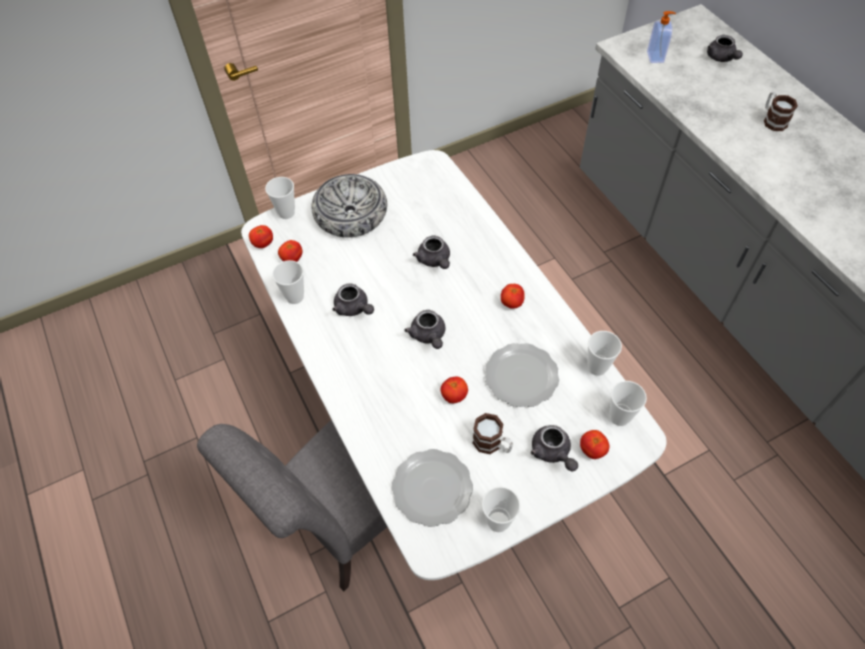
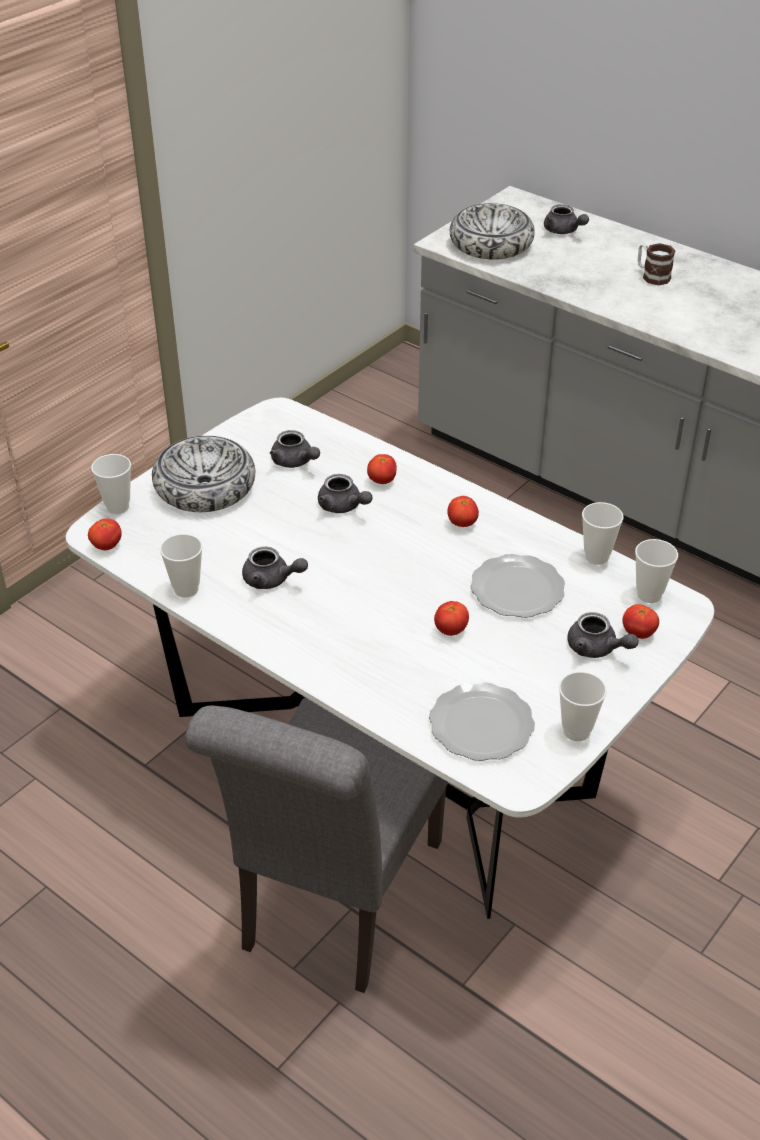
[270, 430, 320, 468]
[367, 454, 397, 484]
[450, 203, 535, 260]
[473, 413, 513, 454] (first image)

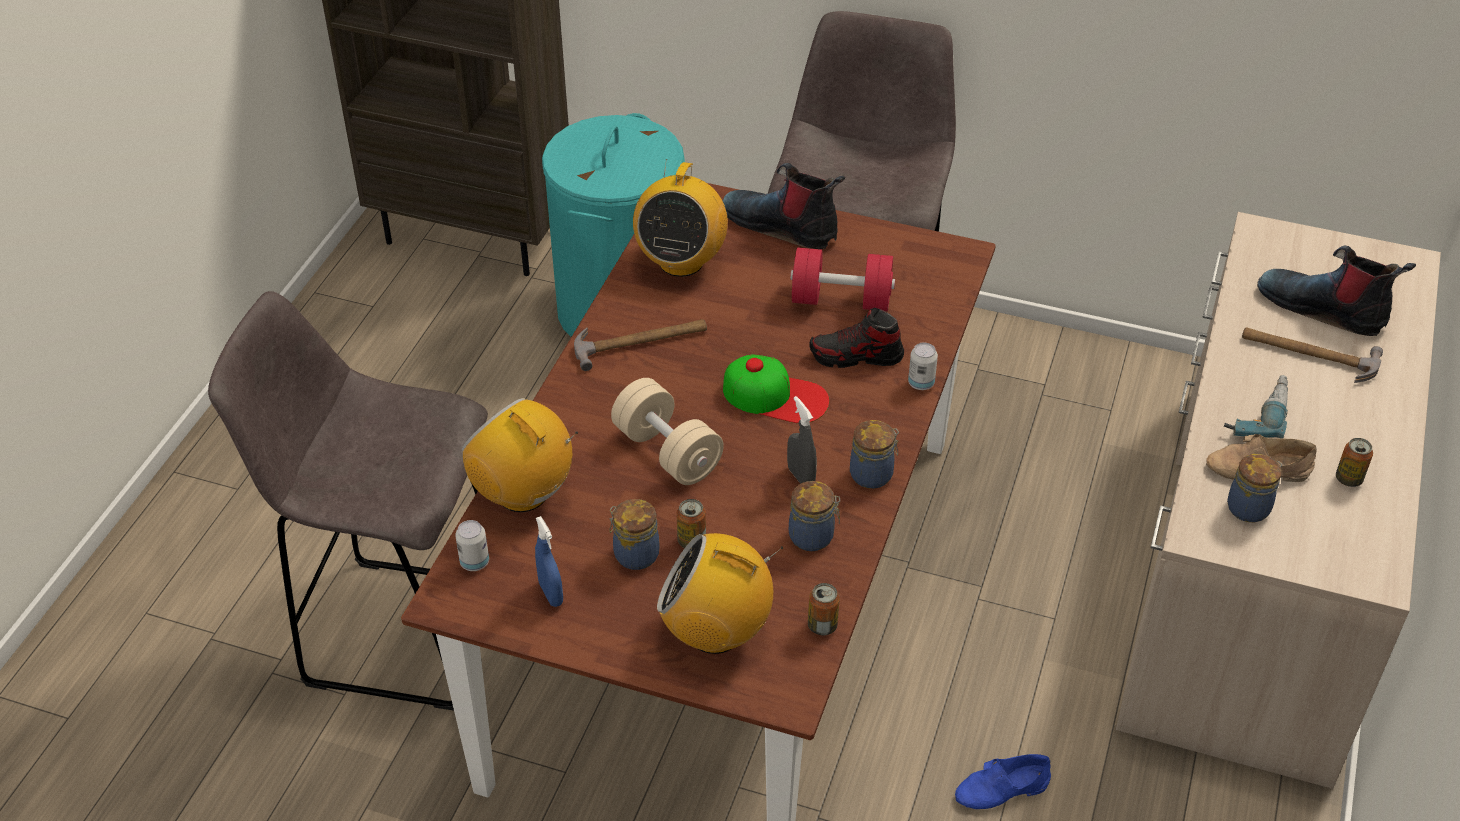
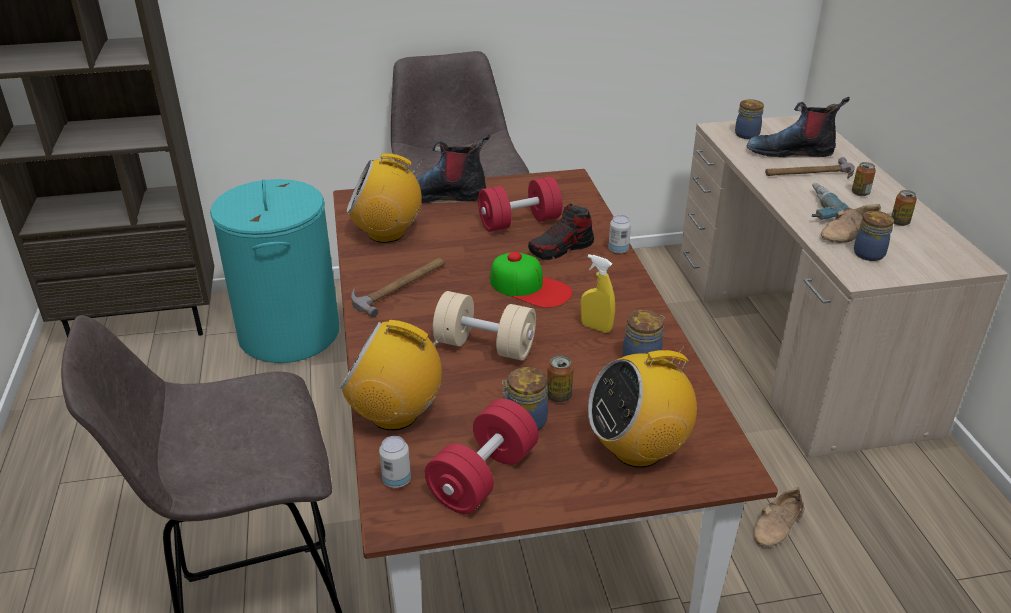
[347, 153, 423, 243]
[425, 399, 538, 514]
[490, 252, 572, 308]
[581, 254, 615, 333]
[735, 99, 764, 139]
[754, 487, 805, 547]
[852, 162, 876, 196]

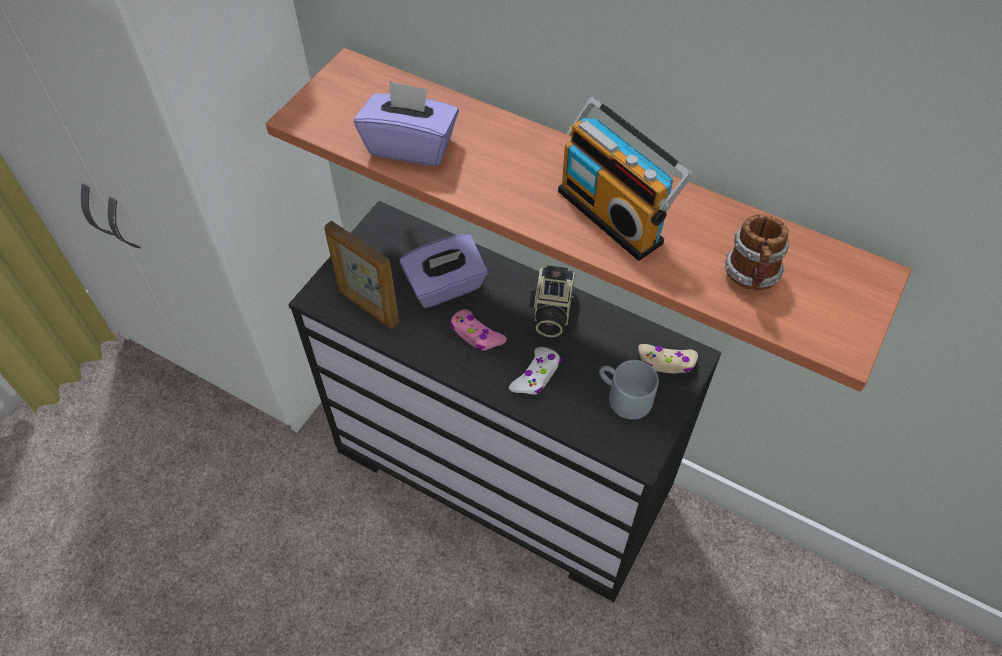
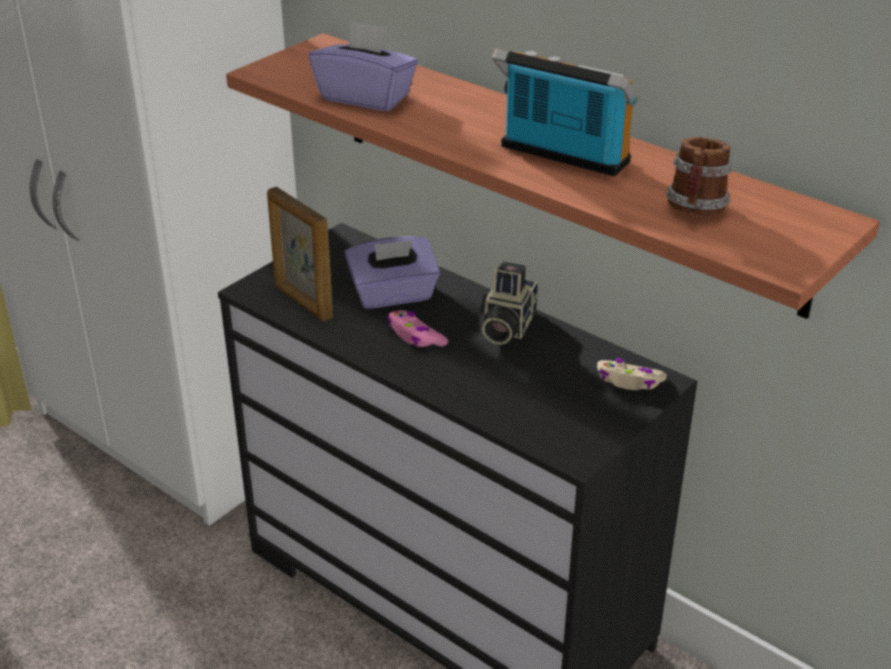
[492, 49, 638, 177]
[509, 347, 561, 395] (first image)
[599, 360, 659, 420] (first image)

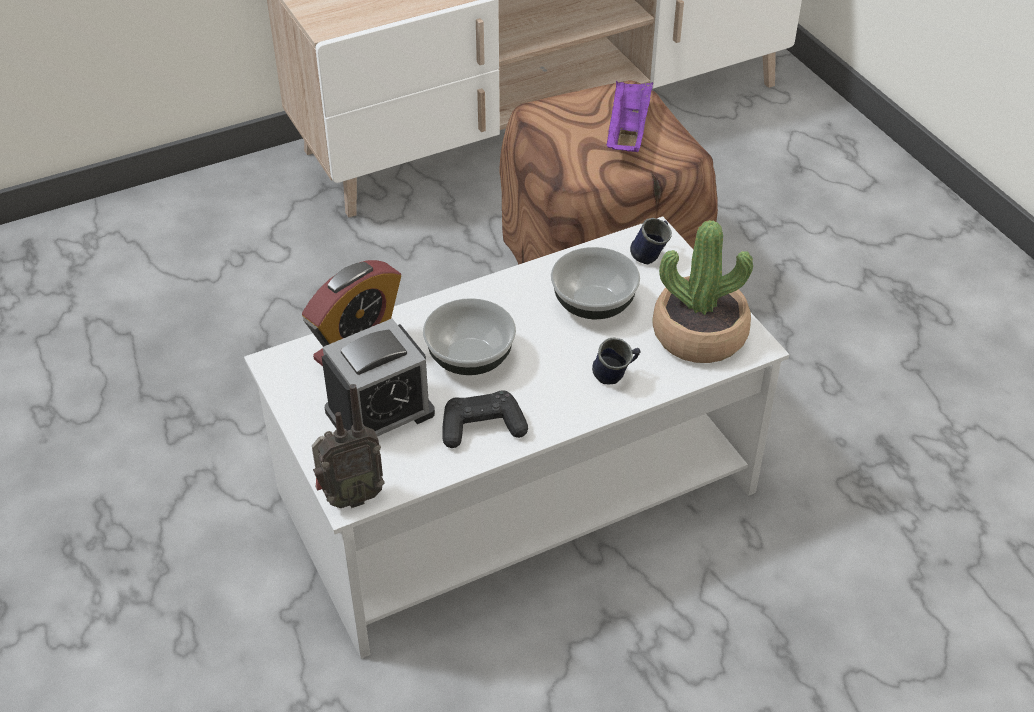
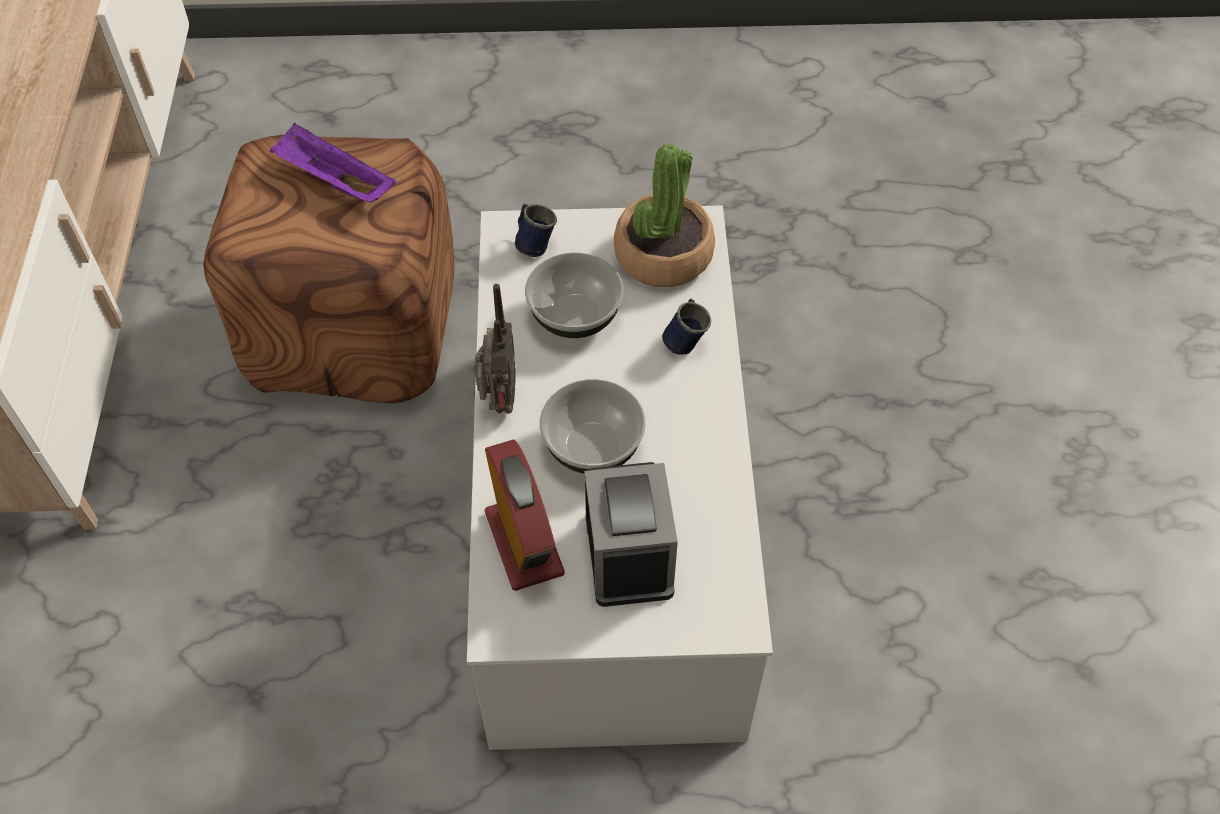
[474, 284, 516, 414]
[442, 390, 528, 448] (first image)

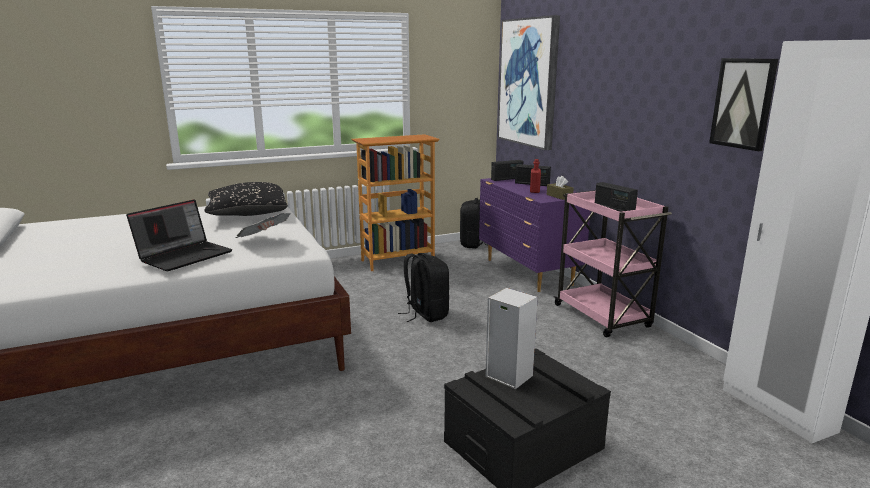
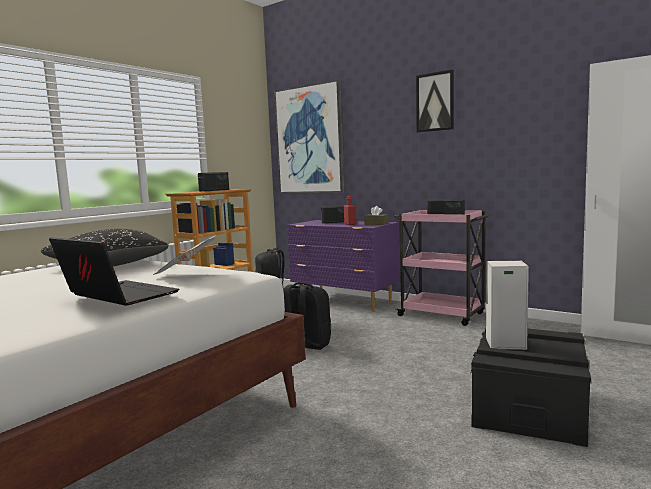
[49, 237, 179, 306]
[198, 172, 229, 192]
[416, 70, 454, 133]

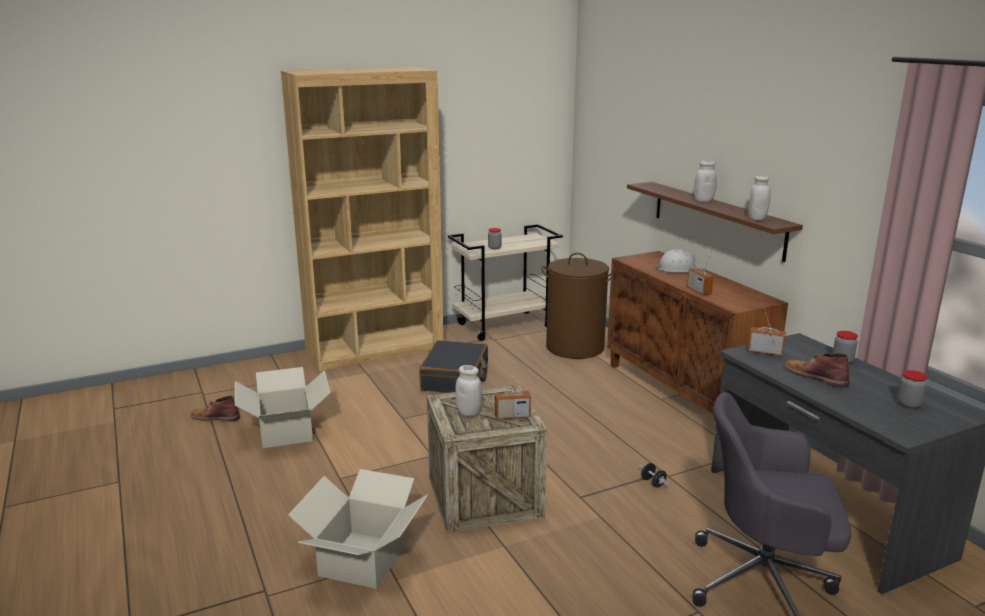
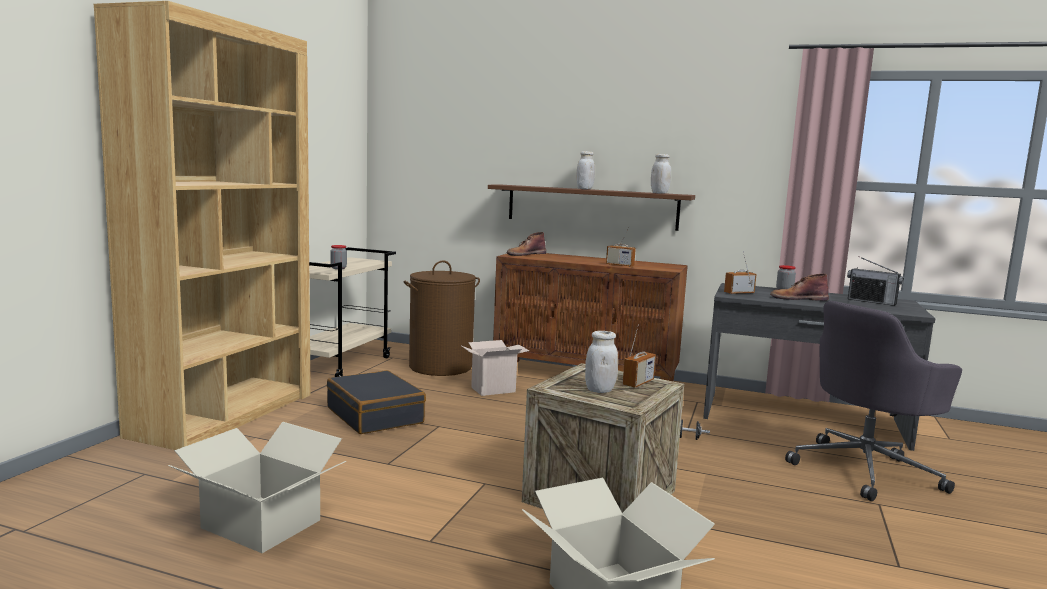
[462, 340, 529, 396]
[507, 232, 546, 256]
[847, 257, 904, 306]
[656, 249, 703, 273] (first image)

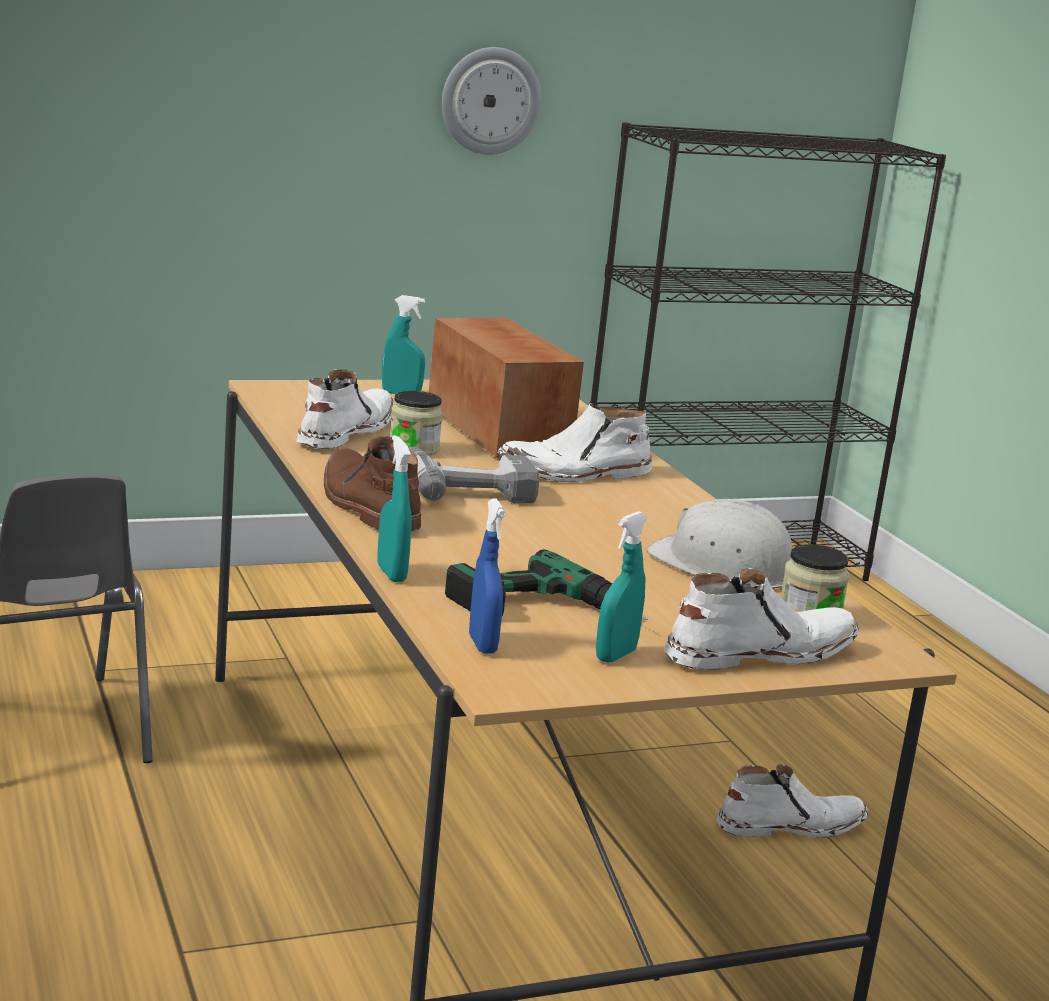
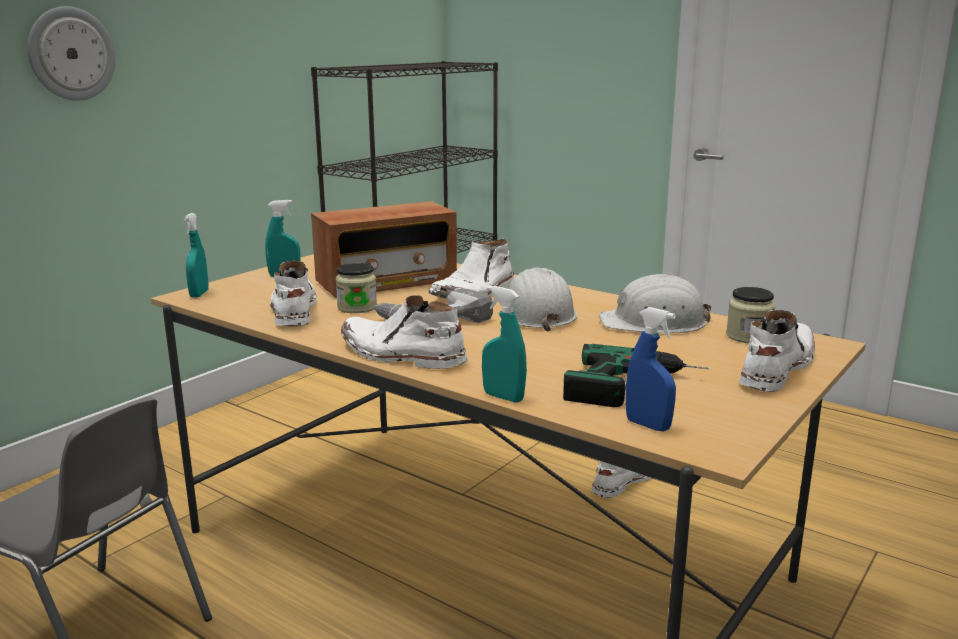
[27, 6, 116, 101]
[184, 213, 209, 298]
[311, 201, 457, 298]
[341, 295, 467, 369]
[508, 267, 577, 331]

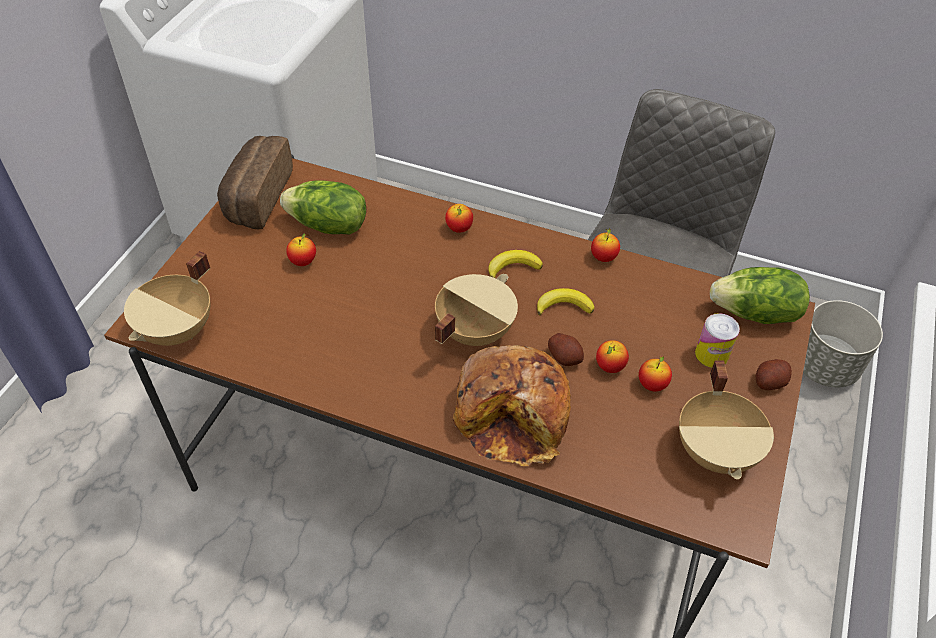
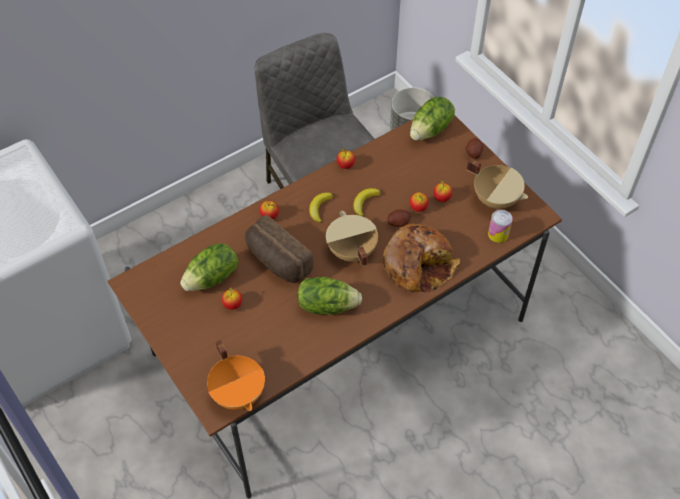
[207, 340, 265, 411]
[245, 215, 314, 283]
[297, 277, 362, 315]
[488, 210, 513, 243]

